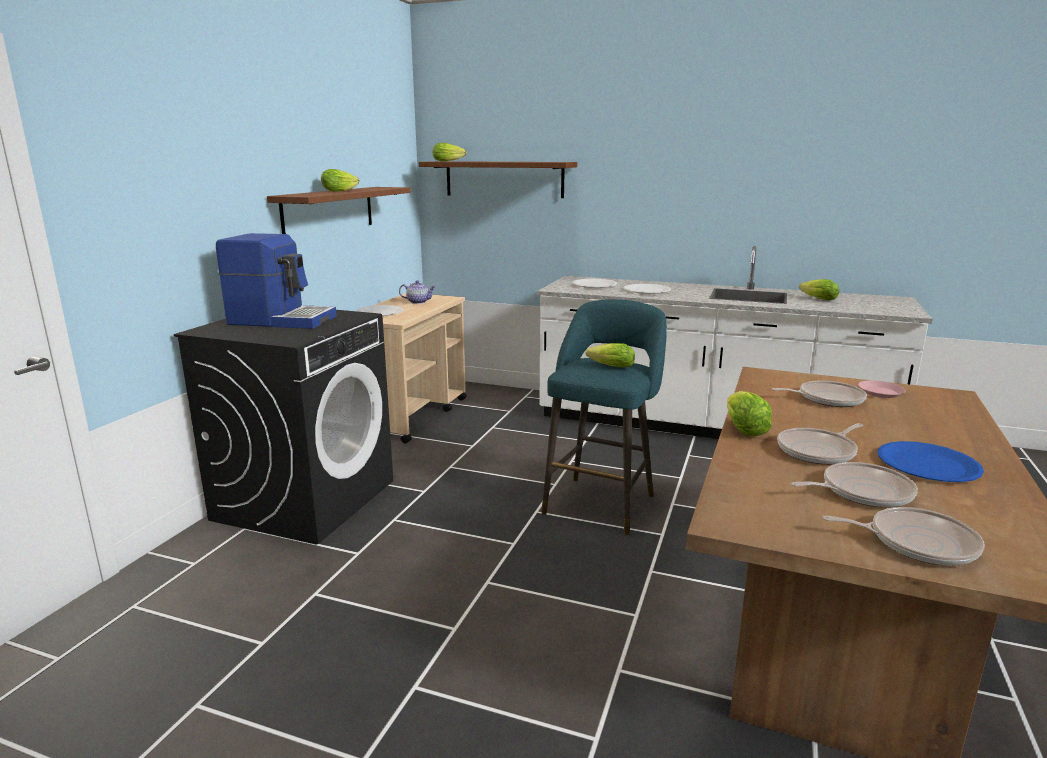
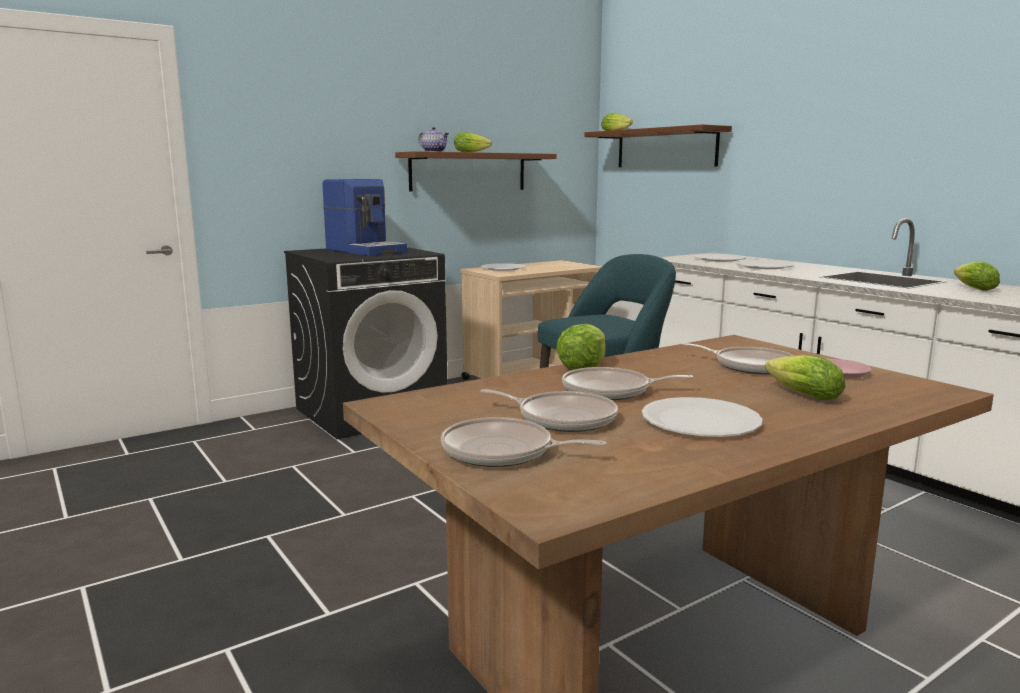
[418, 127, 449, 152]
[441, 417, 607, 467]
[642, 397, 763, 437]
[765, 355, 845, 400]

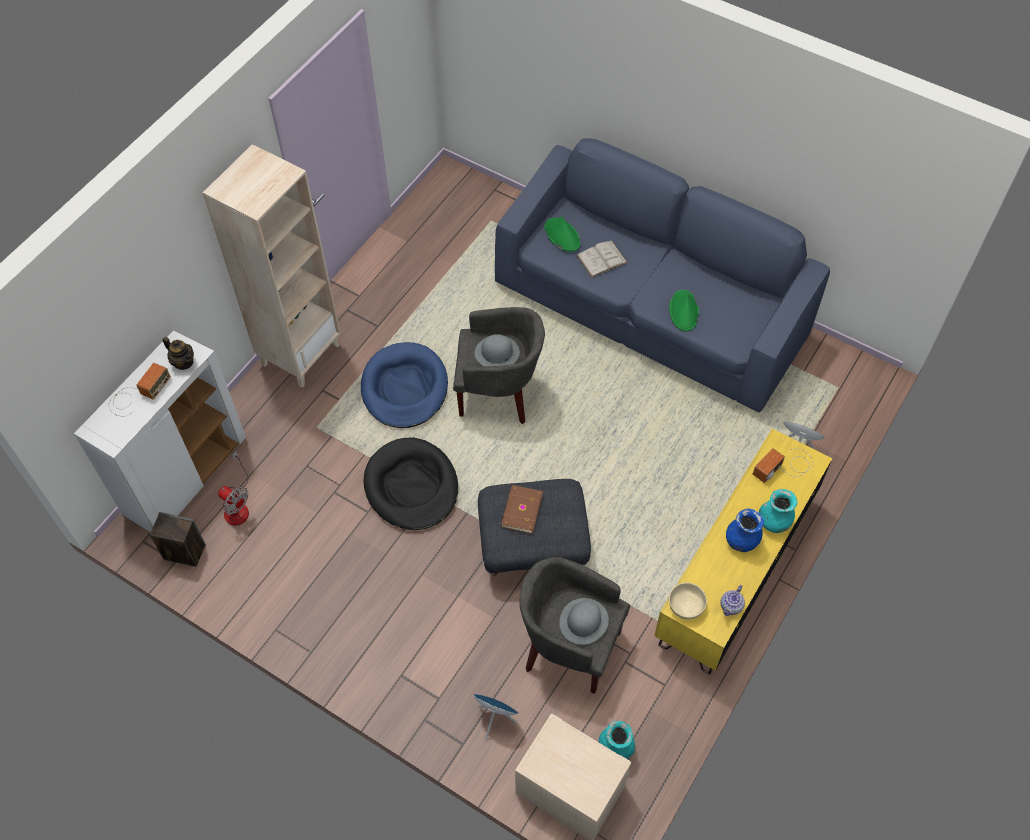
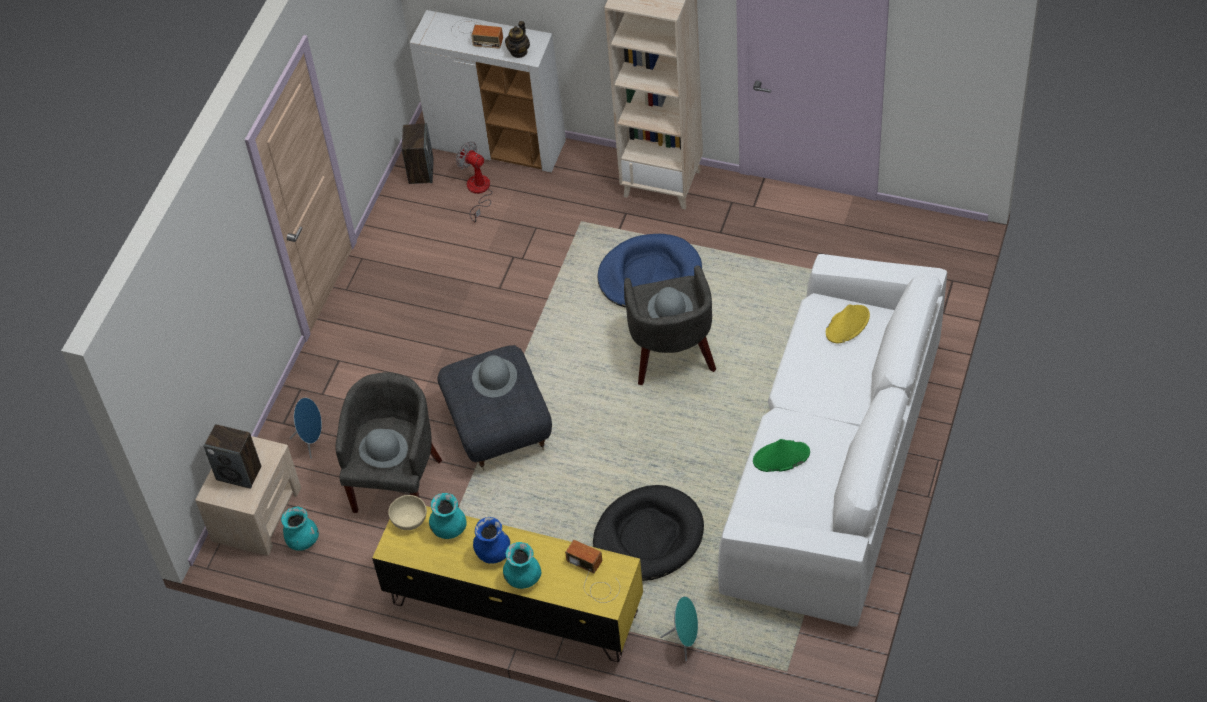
[203, 424, 261, 489]
[429, 493, 467, 539]
[456, 141, 493, 222]
[472, 355, 517, 397]
[593, 485, 704, 581]
[718, 254, 947, 627]
[826, 304, 870, 343]
[576, 241, 628, 278] (first image)
[720, 585, 745, 616] (first image)

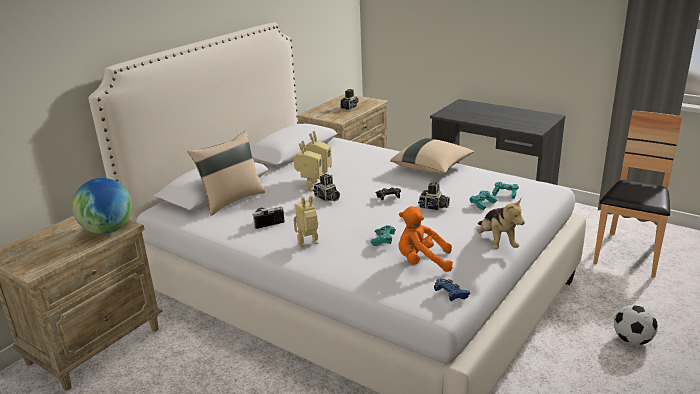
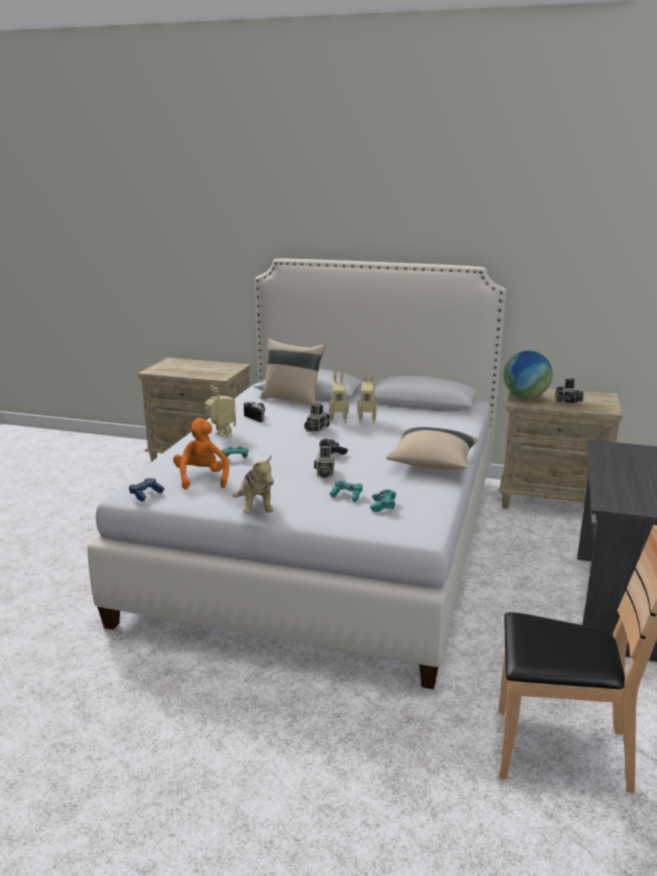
[233, 455, 274, 513]
[503, 351, 553, 398]
[614, 304, 658, 345] (first image)

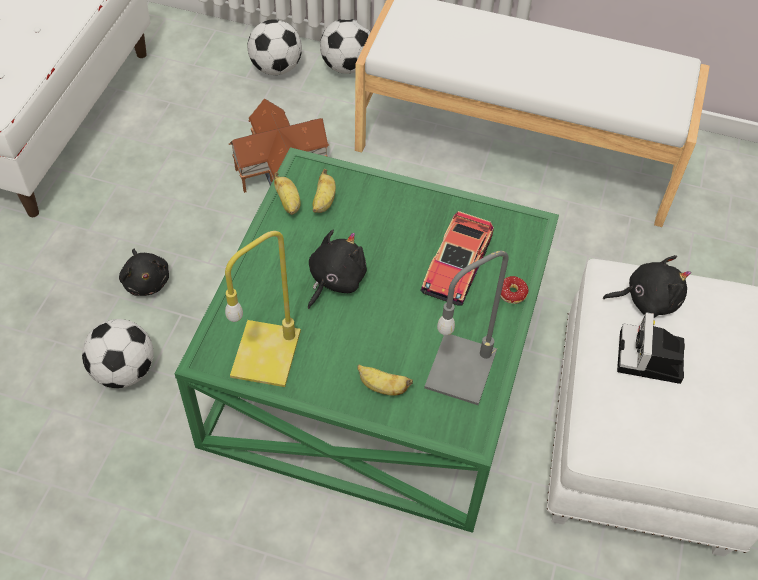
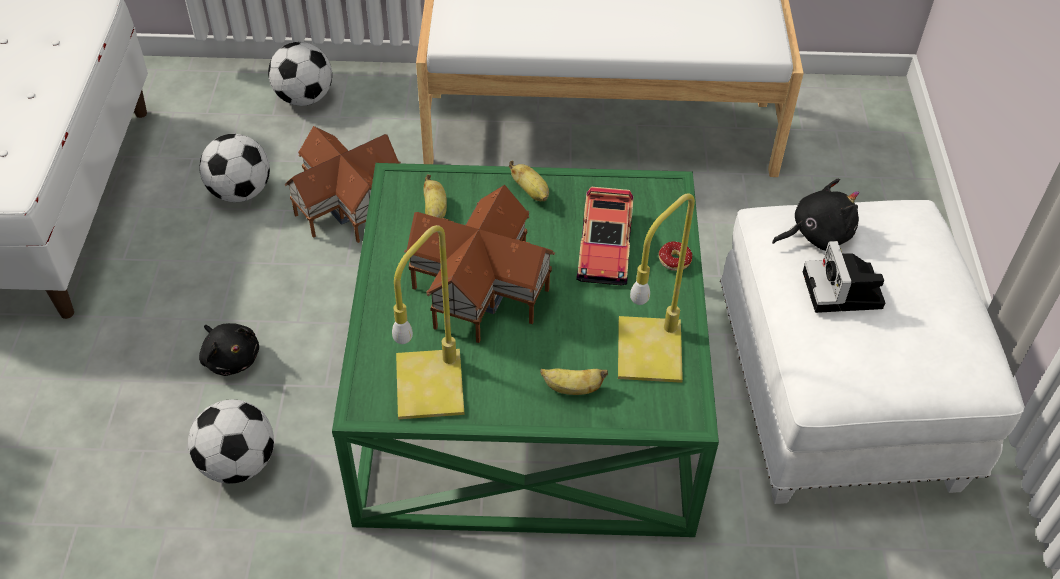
[199, 134, 270, 202]
[404, 185, 555, 343]
[509, 161, 549, 201]
[618, 193, 695, 383]

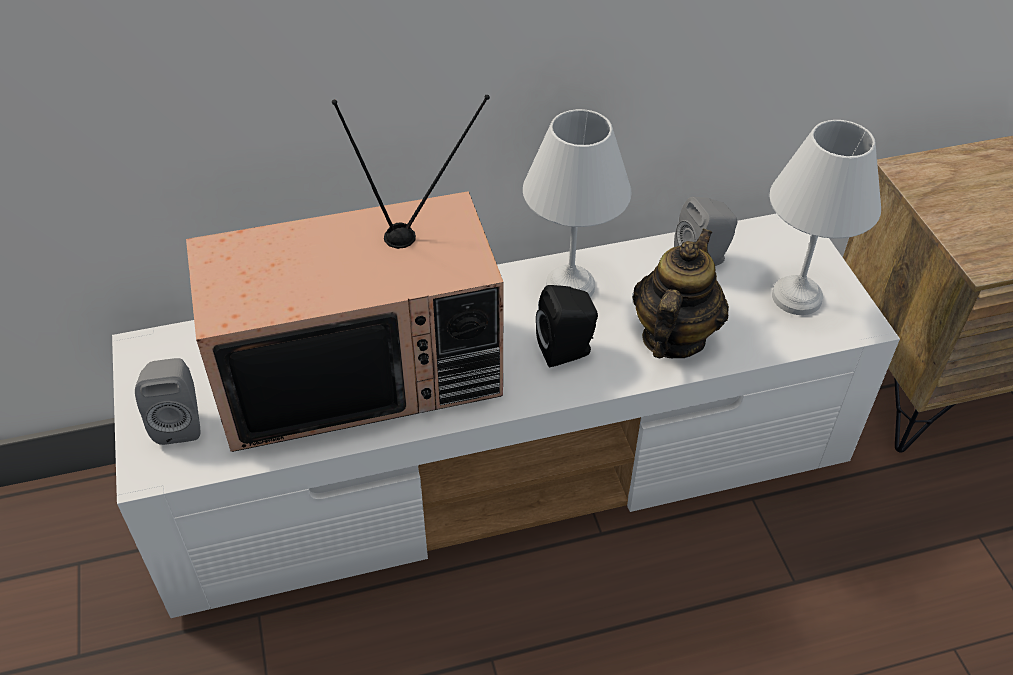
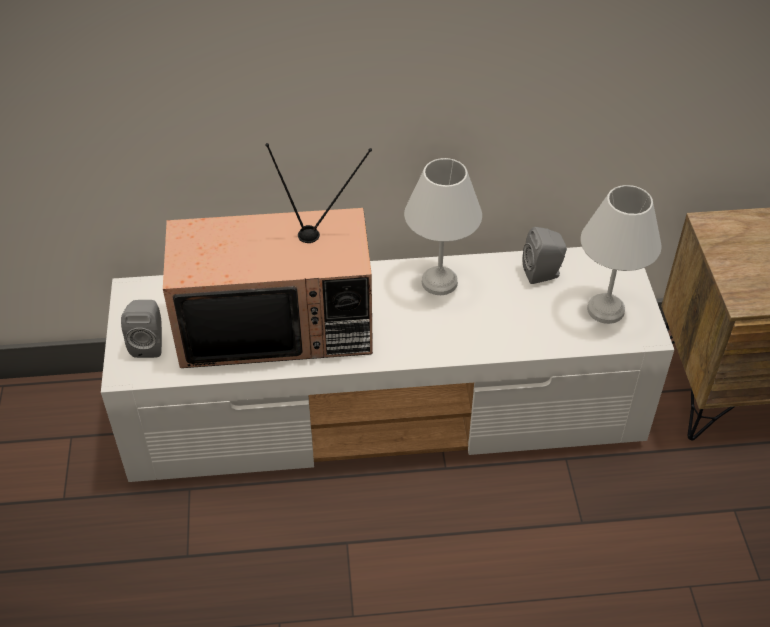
[536, 285, 598, 367] (first image)
[633, 228, 729, 358] (first image)

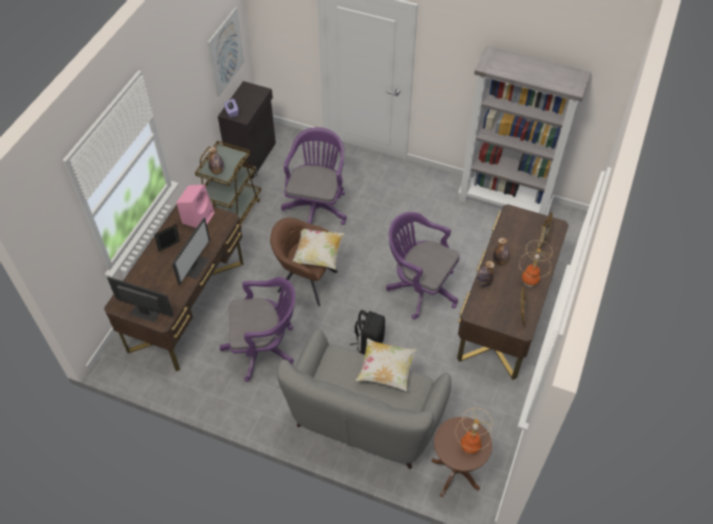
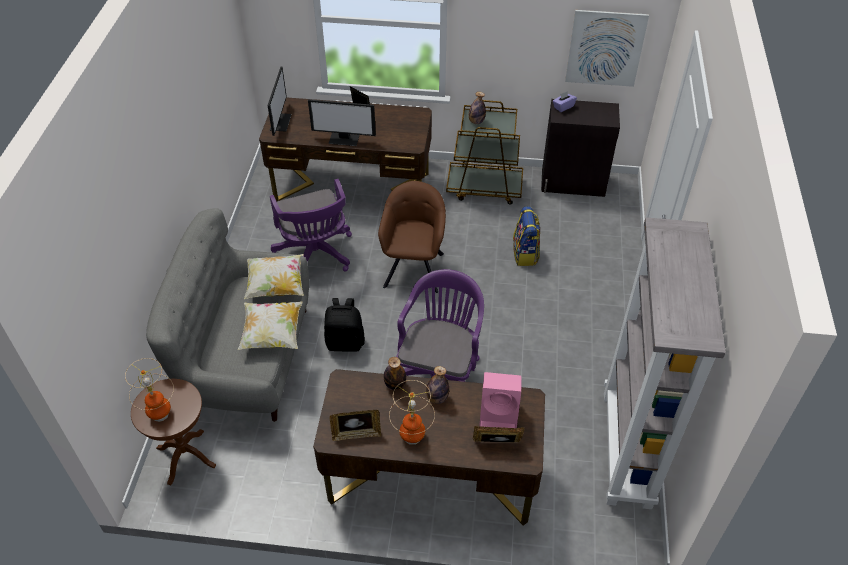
[244, 254, 304, 299]
[479, 372, 521, 428]
[513, 206, 540, 266]

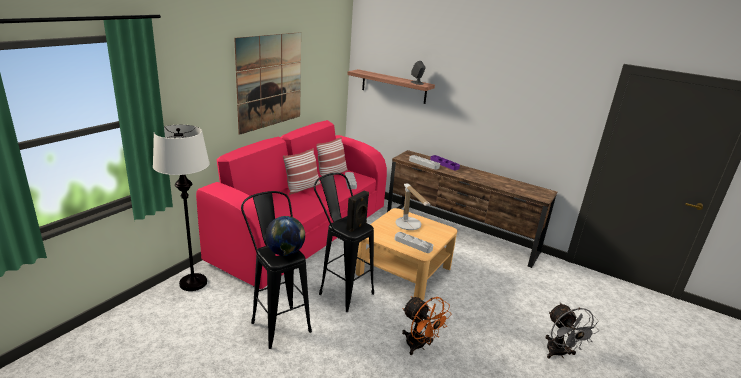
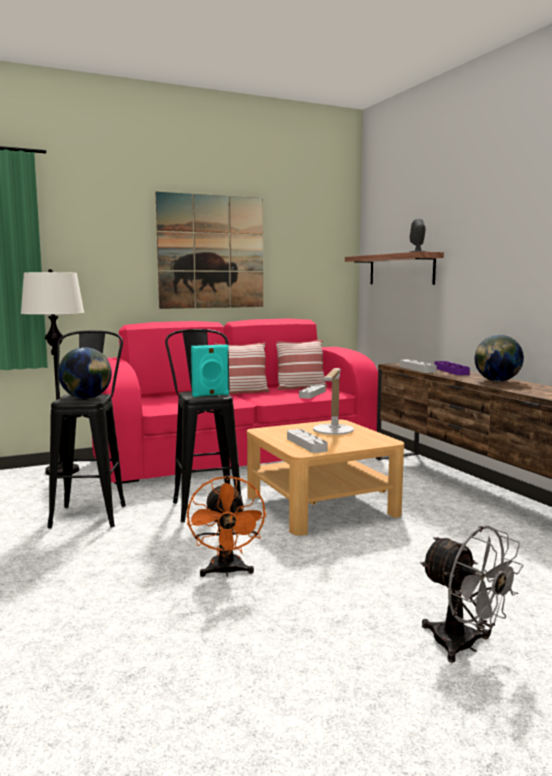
[191, 345, 229, 397]
[420, 526, 523, 663]
[475, 335, 524, 382]

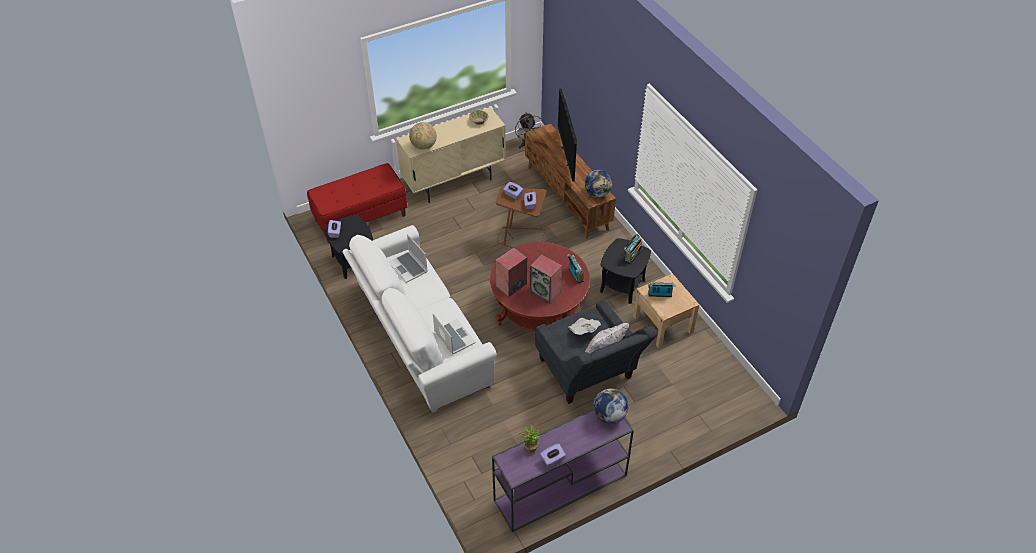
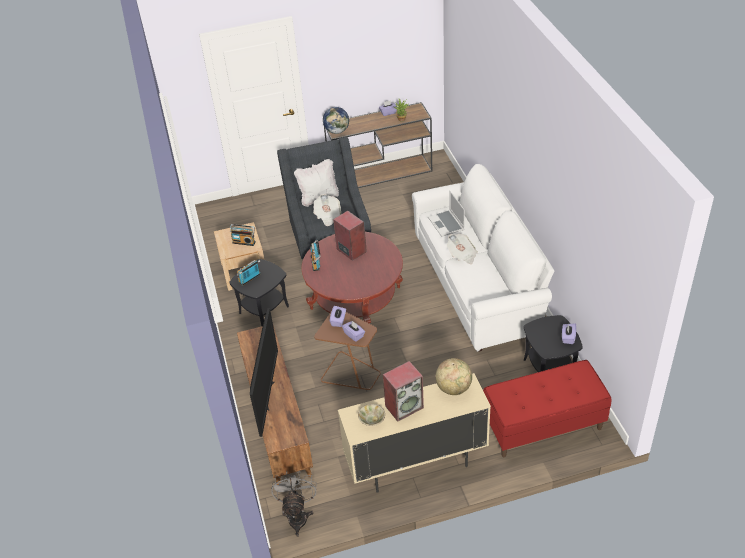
[324, 102, 432, 188]
[383, 361, 424, 422]
[447, 234, 478, 264]
[389, 234, 428, 283] (first image)
[585, 170, 612, 197] (first image)

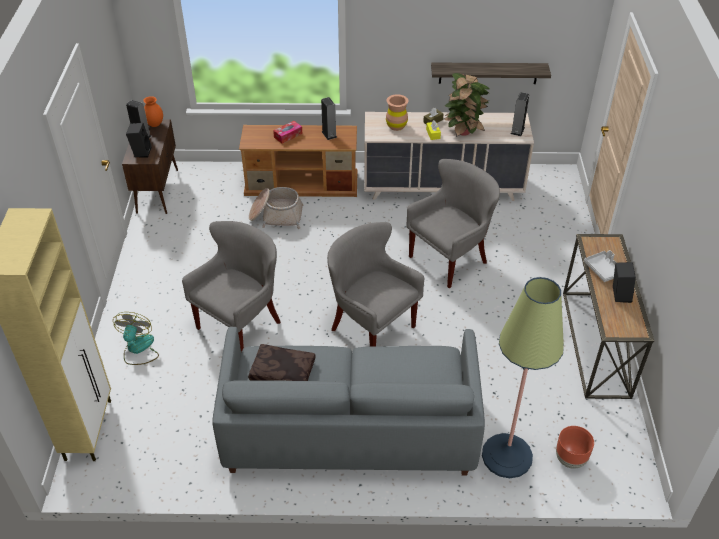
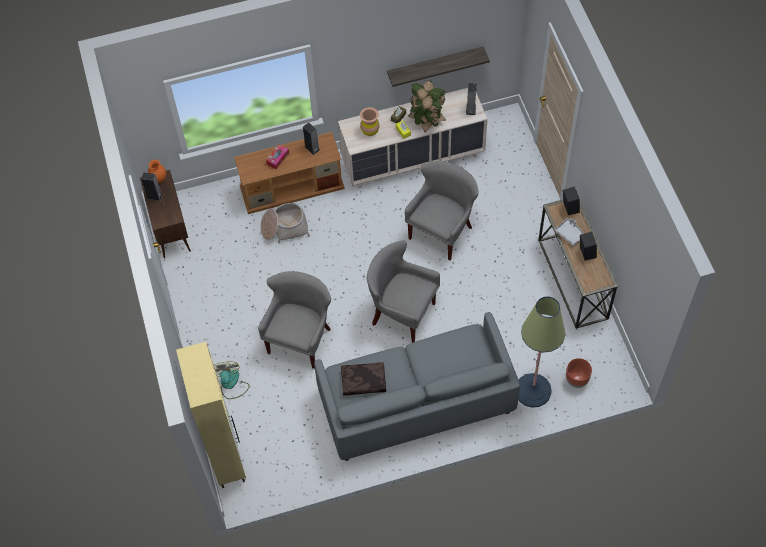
[563, 186, 580, 215]

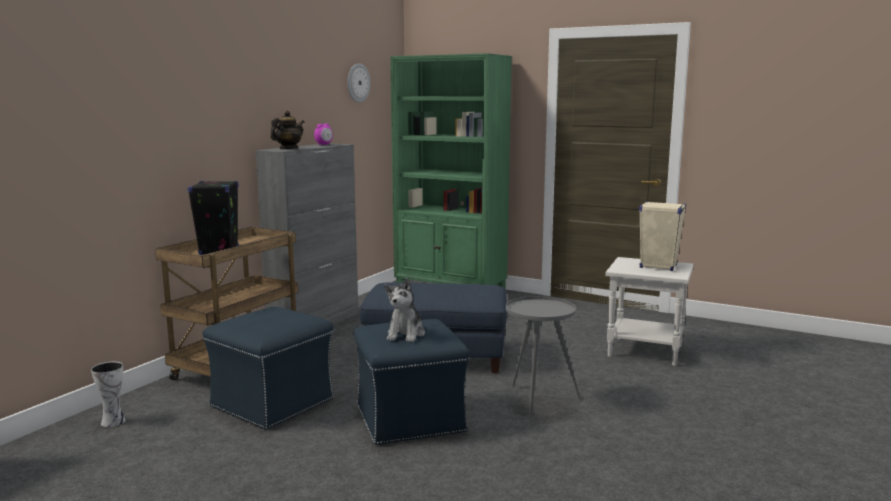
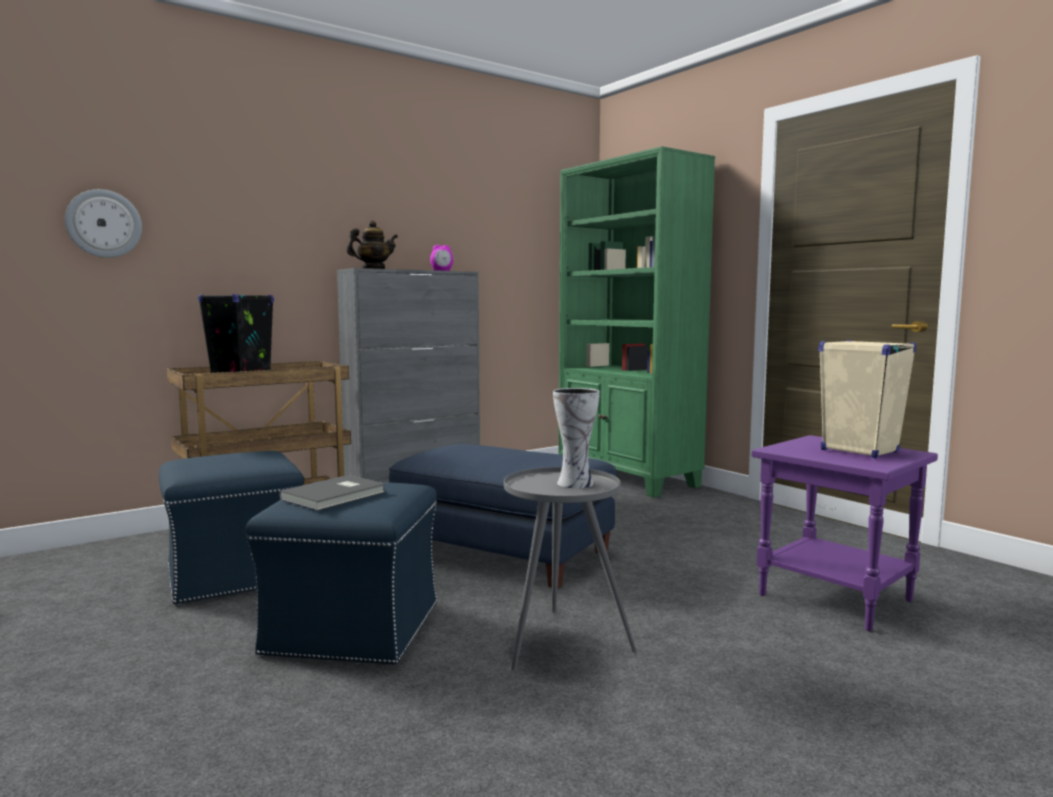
[65, 189, 142, 258]
[279, 475, 386, 511]
[553, 388, 600, 488]
[752, 435, 938, 631]

